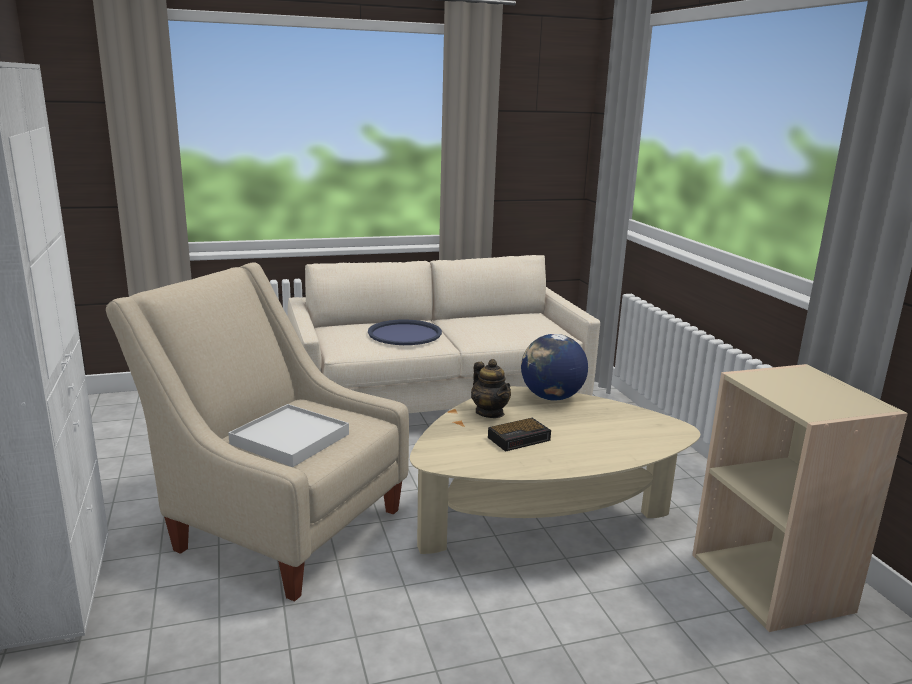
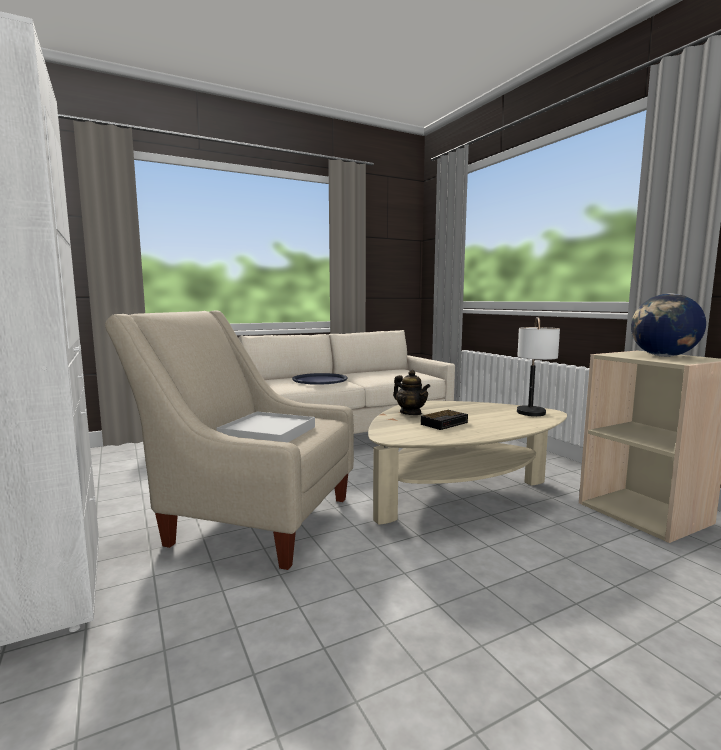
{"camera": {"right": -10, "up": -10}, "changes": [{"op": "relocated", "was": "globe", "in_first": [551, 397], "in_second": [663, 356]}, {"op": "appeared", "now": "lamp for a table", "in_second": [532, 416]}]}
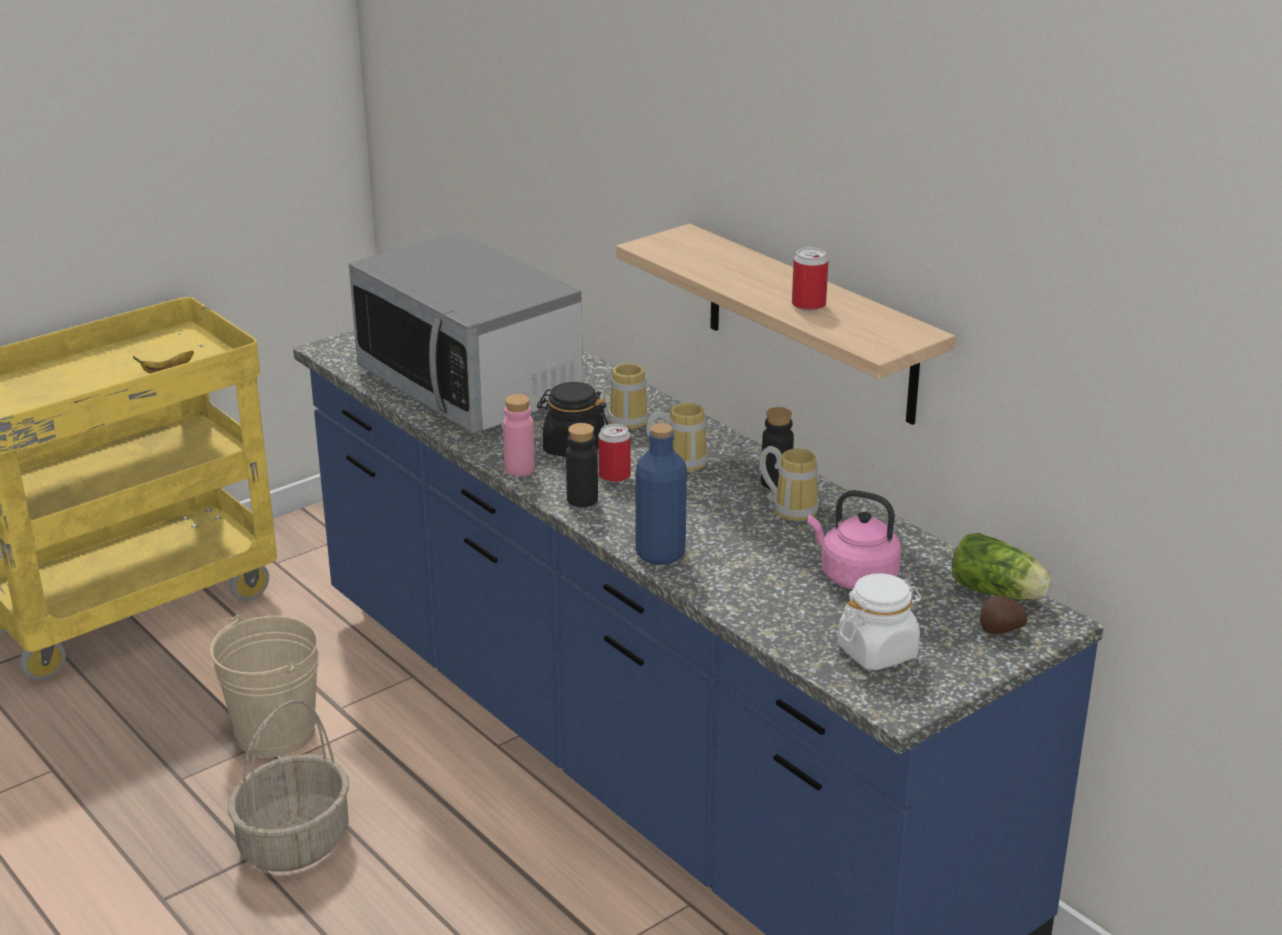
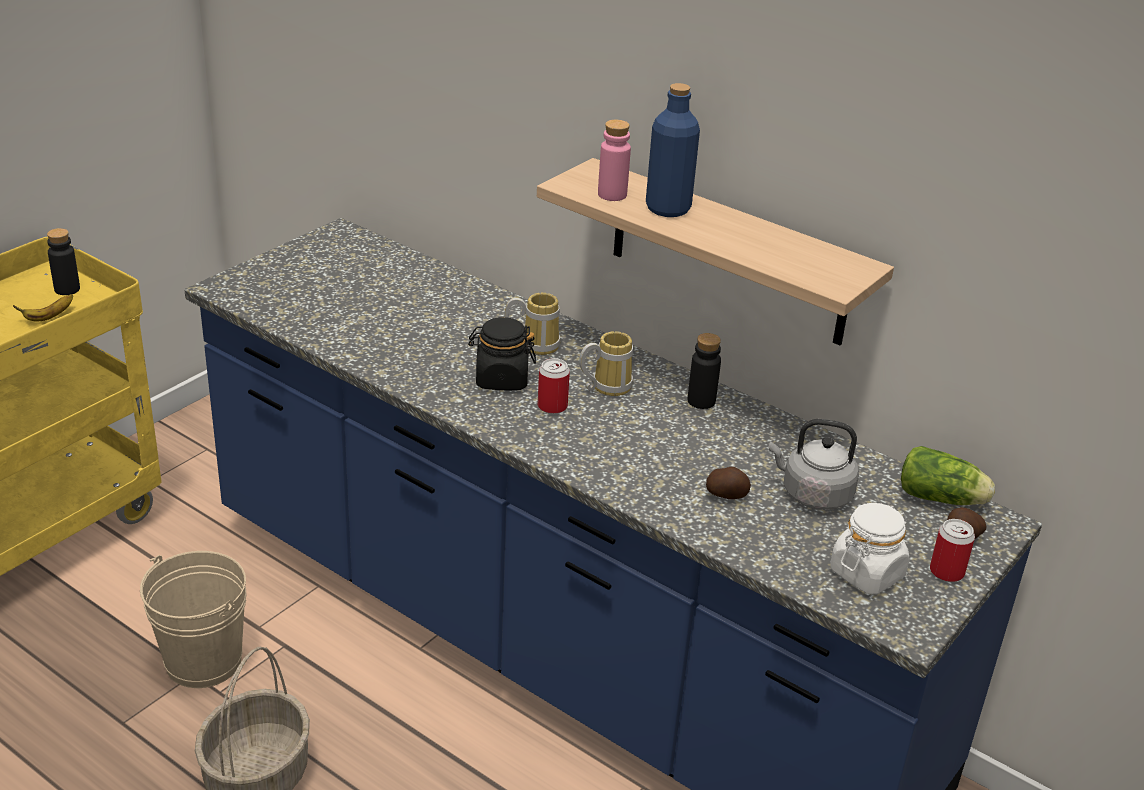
{"camera": {"right": -15, "up": 5}, "changes": [{"op": "missing", "was": "microwave", "in_first": [470, 386]}, {"op": "relocated", "was": "sealed can", "in_first": [808, 305], "in_second": [946, 572]}, {"op": "relocated", "was": "beverage bottle (pinkish)", "in_first": [519, 469], "in_second": [612, 195]}, {"op": "relocated", "was": "beverage bottle (black-coloured)", "in_first": [582, 499], "in_second": [67, 289]}, {"op": "relocated", "was": "beverage bottle (blue)", "in_first": [660, 553], "in_second": [668, 208]}, {"op": "missing", "was": "mug", "in_first": [791, 508]}, {"op": "colour", "was": "kettle (pinkish)", "now": "kettle (greyish)", "in_first": [854, 576], "in_second": [812, 494]}, {"op": "appeared", "now": "potato", "in_second": [726, 495]}]}
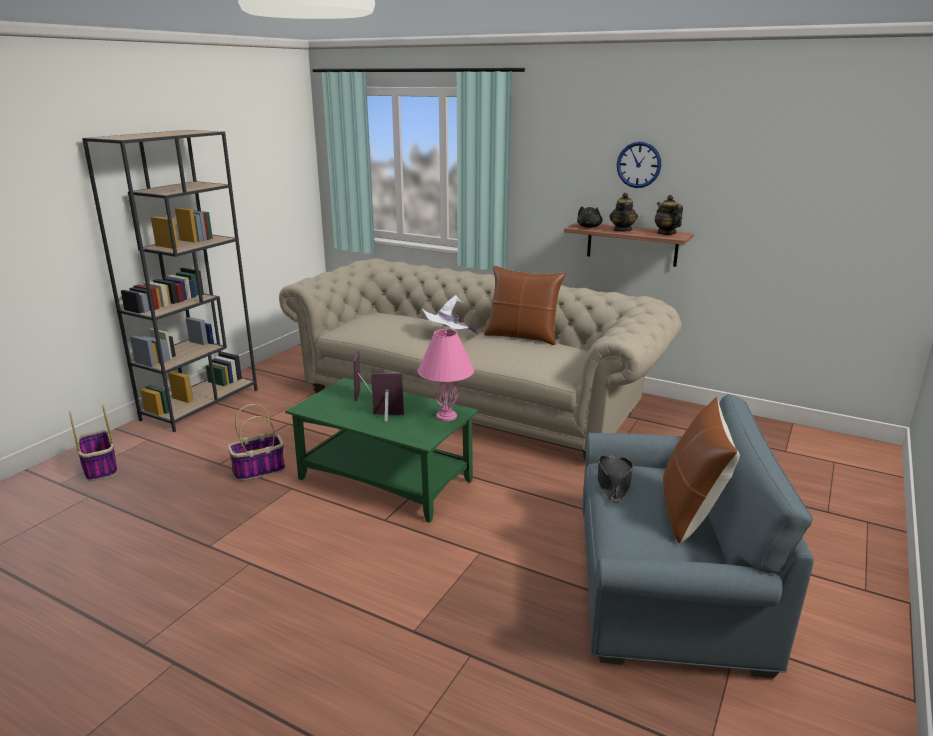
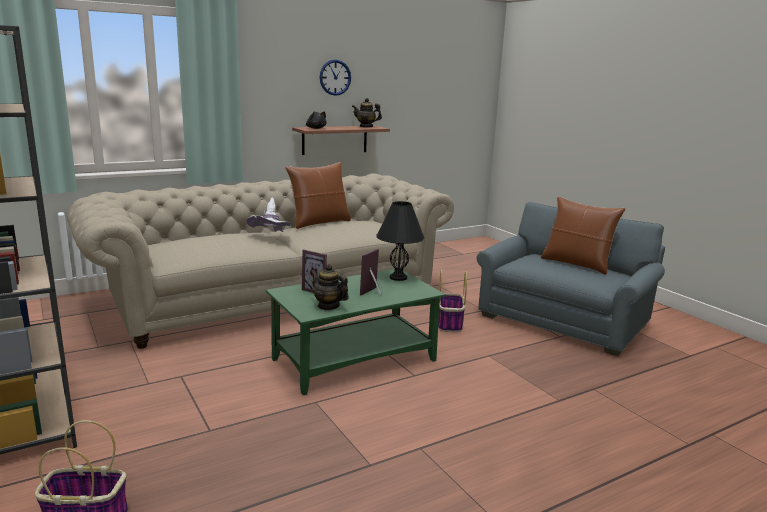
{"camera": {"right": -60, "up": -5}, "changes": [{"op": "relocated", "was": "tea pot", "in_first": [622, 230], "in_second": [328, 306]}, {"op": "colour", "was": "lamp for a table (pinkish)", "now": "lamp for a table (black-coloured)", "in_first": [446, 416], "in_second": [398, 277]}, {"op": "relocated", "was": "basket", "in_first": [258, 470], "in_second": [450, 324]}, {"op": "missing", "was": "hat (black-coloured)", "in_first": [613, 483]}]}
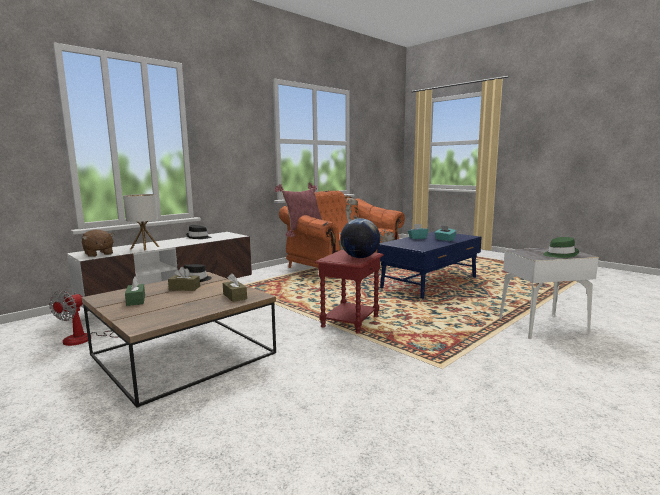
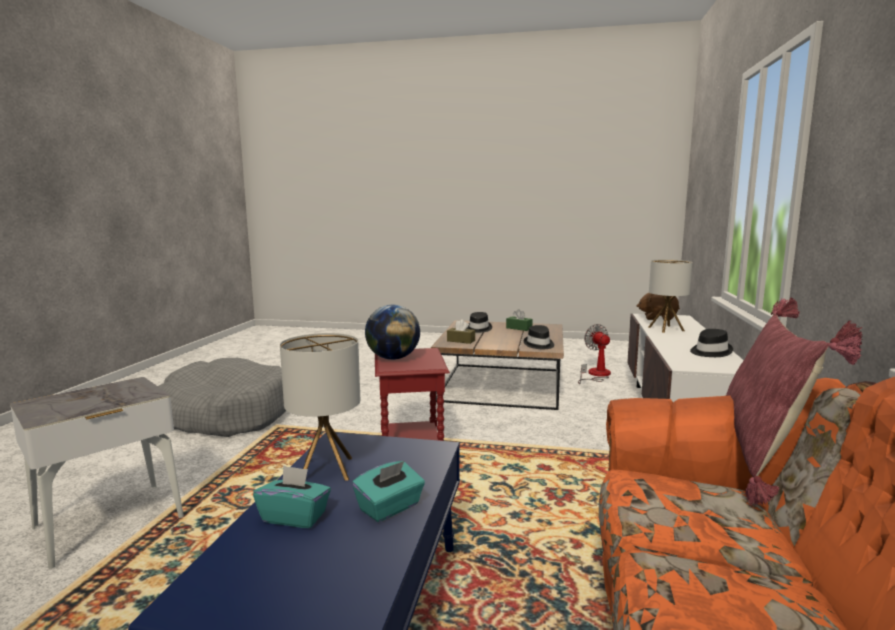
{"camera": {"right": 145, "up": 0}, "changes": [{"op": "missing", "was": "hat (green-coloured)", "in_first": [559, 254]}, {"op": "missing", "was": "tissue box (brown)", "in_first": [184, 288]}, {"op": "appeared", "now": "hat (black-coloured)", "in_second": [478, 329]}, {"op": "appeared", "now": "lamp for a table", "in_second": [325, 470]}, {"op": "appeared", "now": "pet bed (greyish)", "in_second": [226, 414]}]}
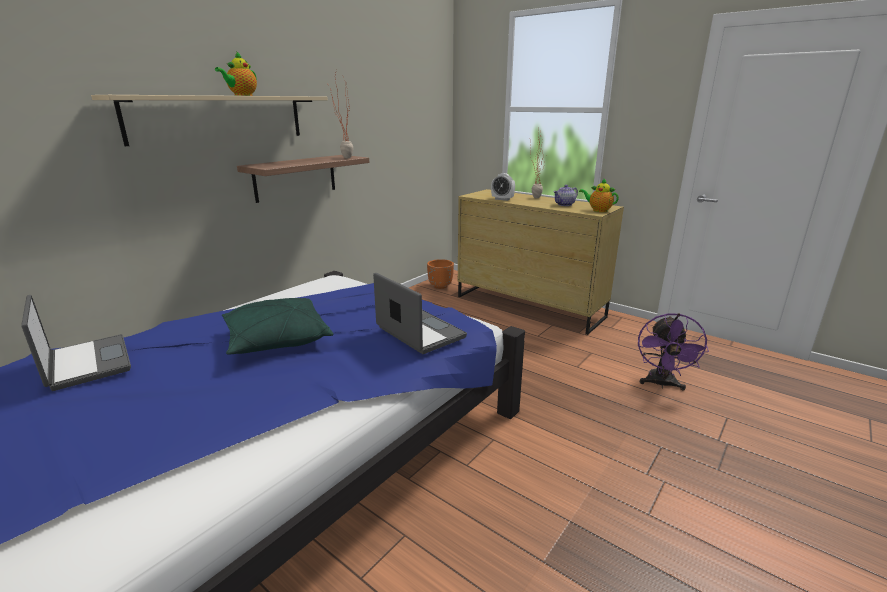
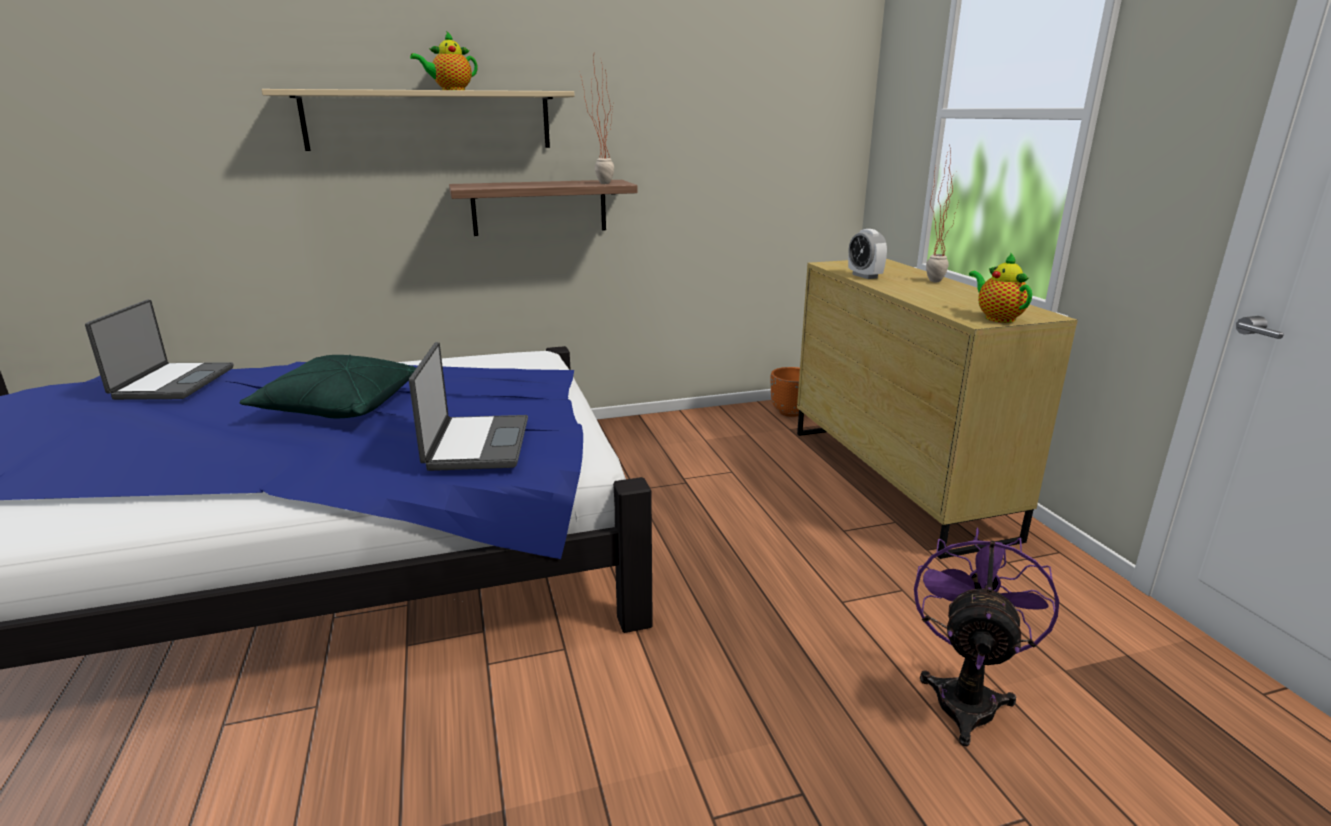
{"camera": {"right": 35, "up": 0}, "changes": [{"op": "missing", "was": "tea pot", "in_first": [564, 204]}, {"op": "spun", "was": "cooling fan (purple-coloured)", "in_first": [661, 384], "in_second": [966, 696], "clockwise": 150}]}
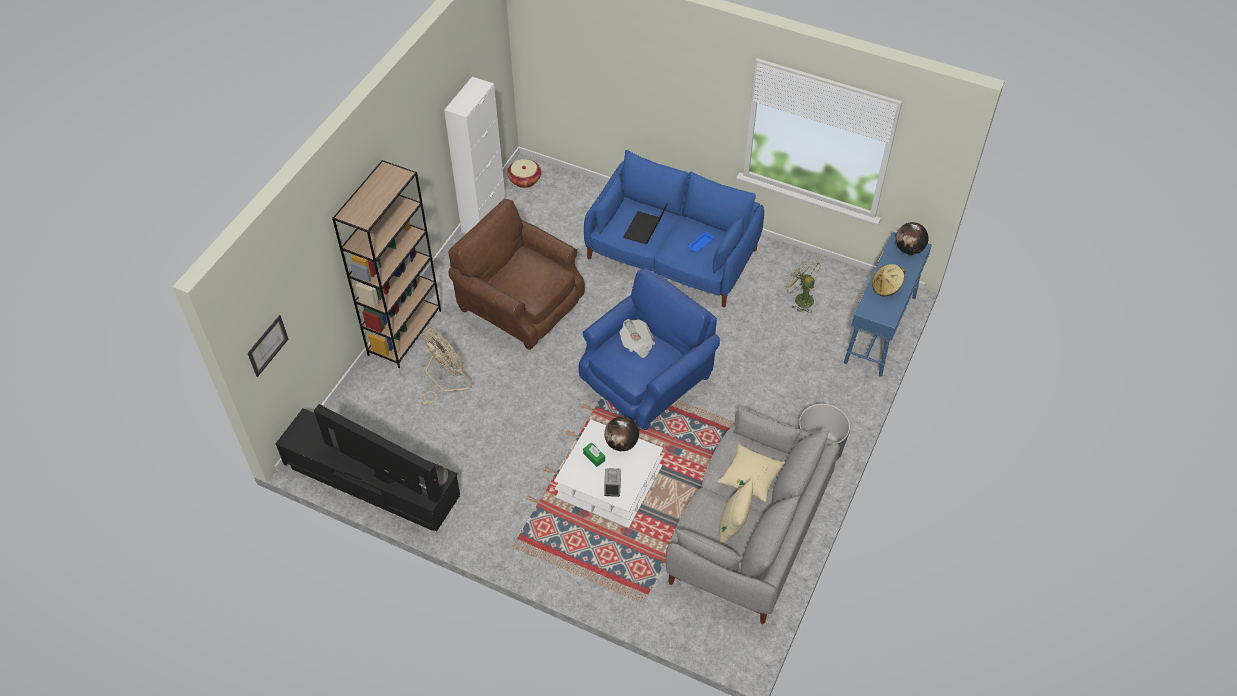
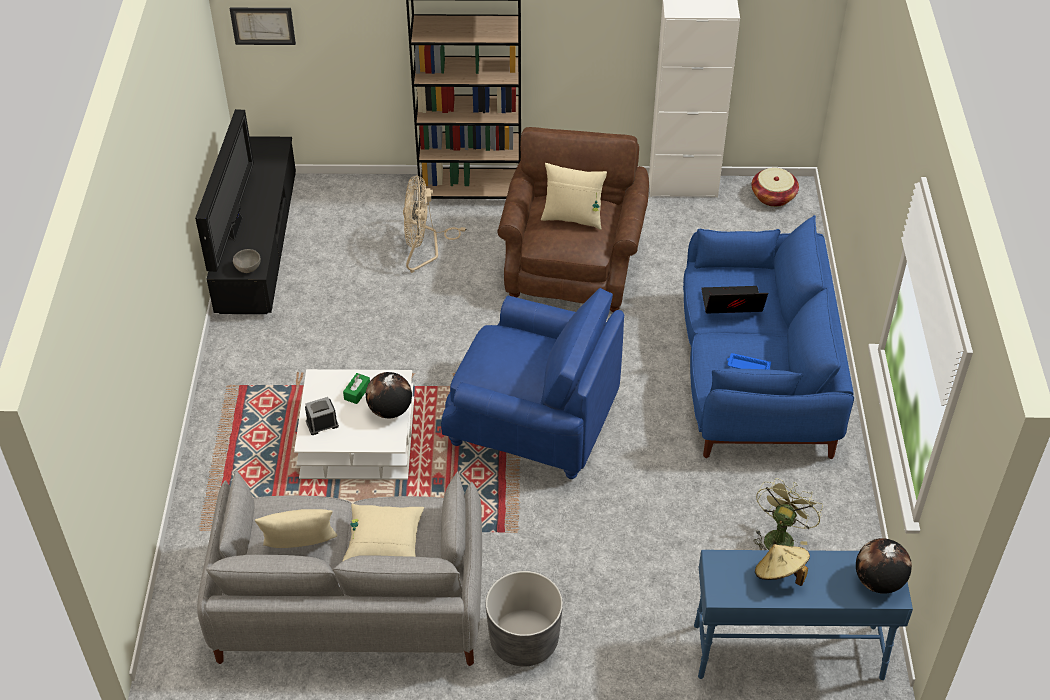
{"camera": {"right": 65, "up": -5}, "changes": [{"op": "missing", "was": "daily paper", "in_first": [637, 344]}, {"op": "spun", "was": "cooling fan (sand-coloured)", "in_first": [442, 379], "in_second": [425, 243], "clockwise": 150}, {"op": "appeared", "now": "pillow (sand-coloured)", "in_second": [572, 219]}]}
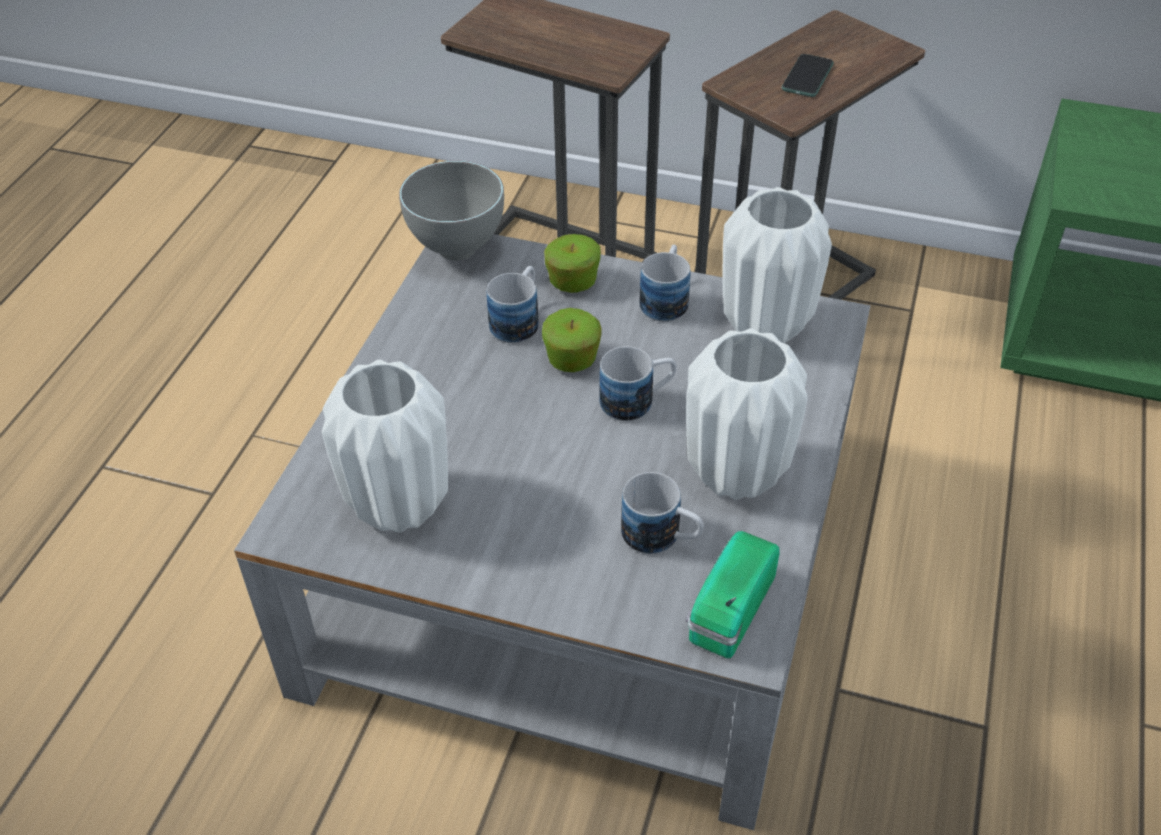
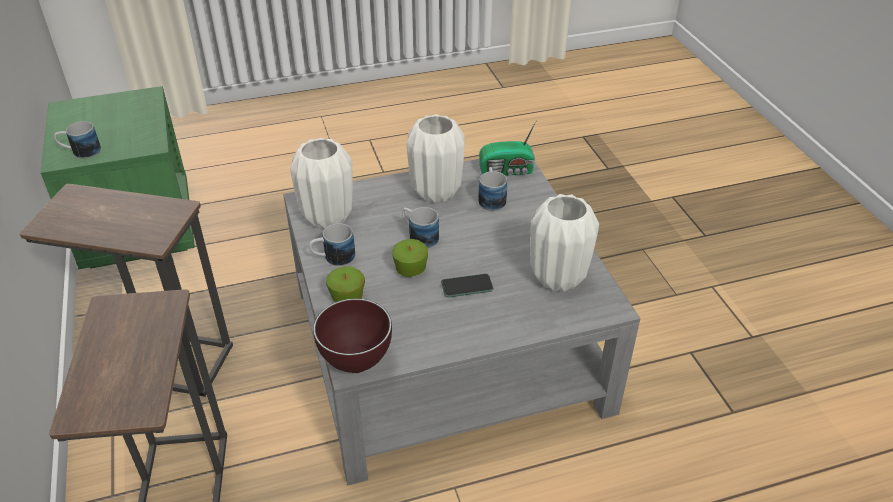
{"camera": {"right": -125, "up": -5}, "changes": [{"op": "relocated", "was": "handset", "in_first": [807, 77], "in_second": [467, 286]}, {"op": "colour", "was": "deep dish (greyish)", "now": "deep dish (brown)", "in_first": [457, 252], "in_second": [358, 362]}, {"op": "relocated", "was": "mug", "in_first": [519, 320], "in_second": [80, 152]}]}
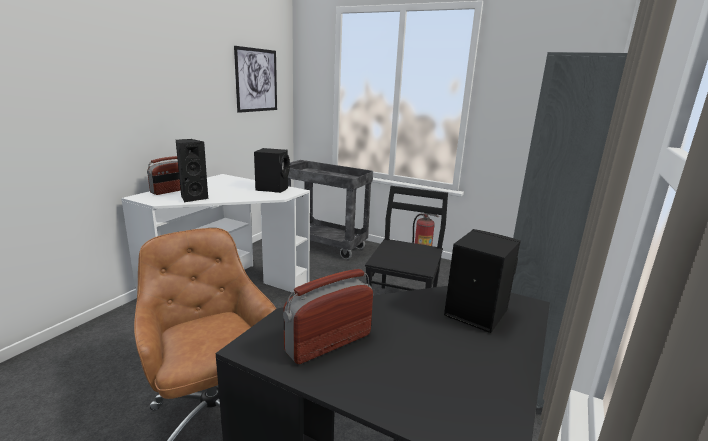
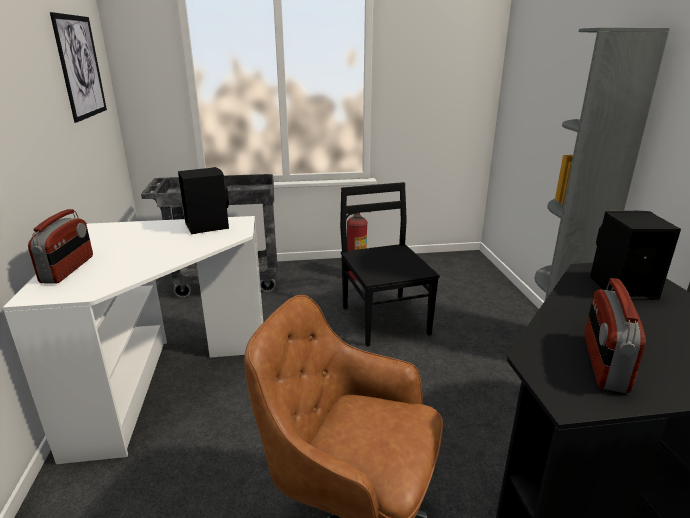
{"camera": {"right": -35, "up": 5}, "changes": [{"op": "missing", "was": "speaker (black-coloured)", "in_first": [193, 198]}]}
